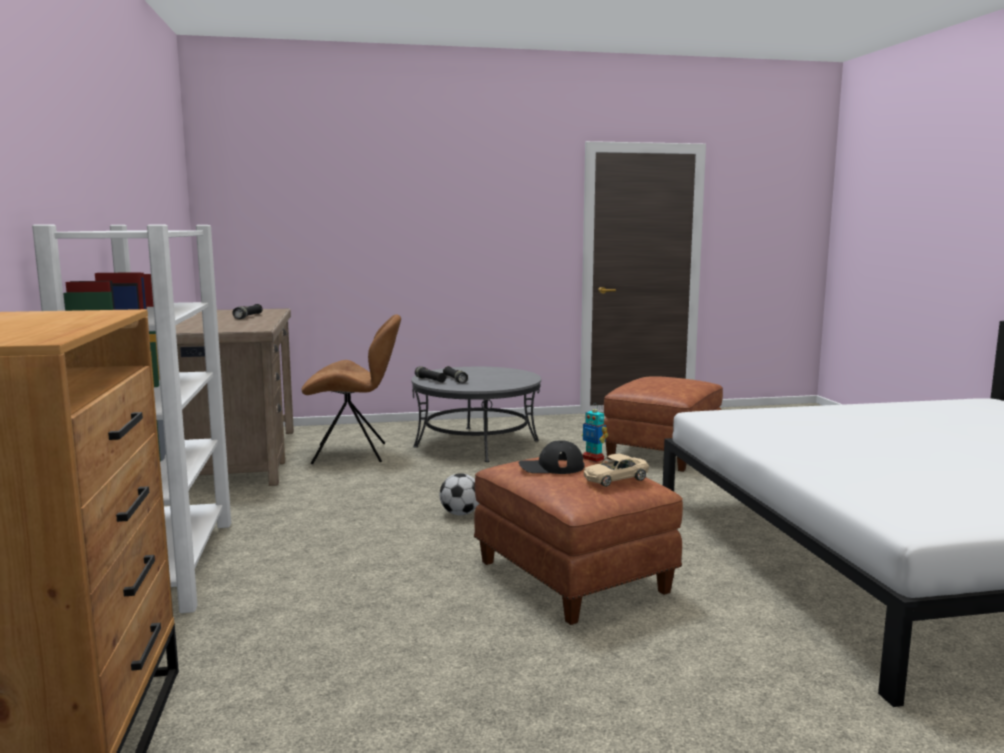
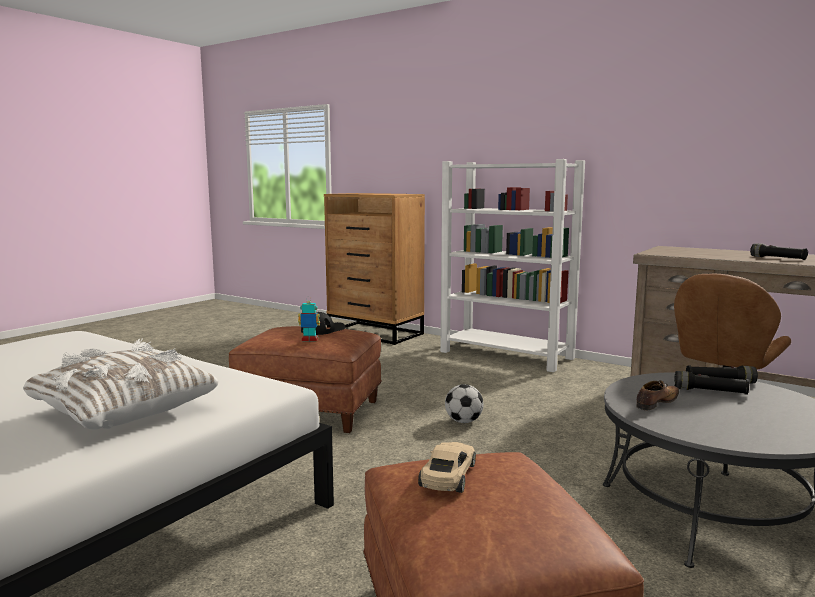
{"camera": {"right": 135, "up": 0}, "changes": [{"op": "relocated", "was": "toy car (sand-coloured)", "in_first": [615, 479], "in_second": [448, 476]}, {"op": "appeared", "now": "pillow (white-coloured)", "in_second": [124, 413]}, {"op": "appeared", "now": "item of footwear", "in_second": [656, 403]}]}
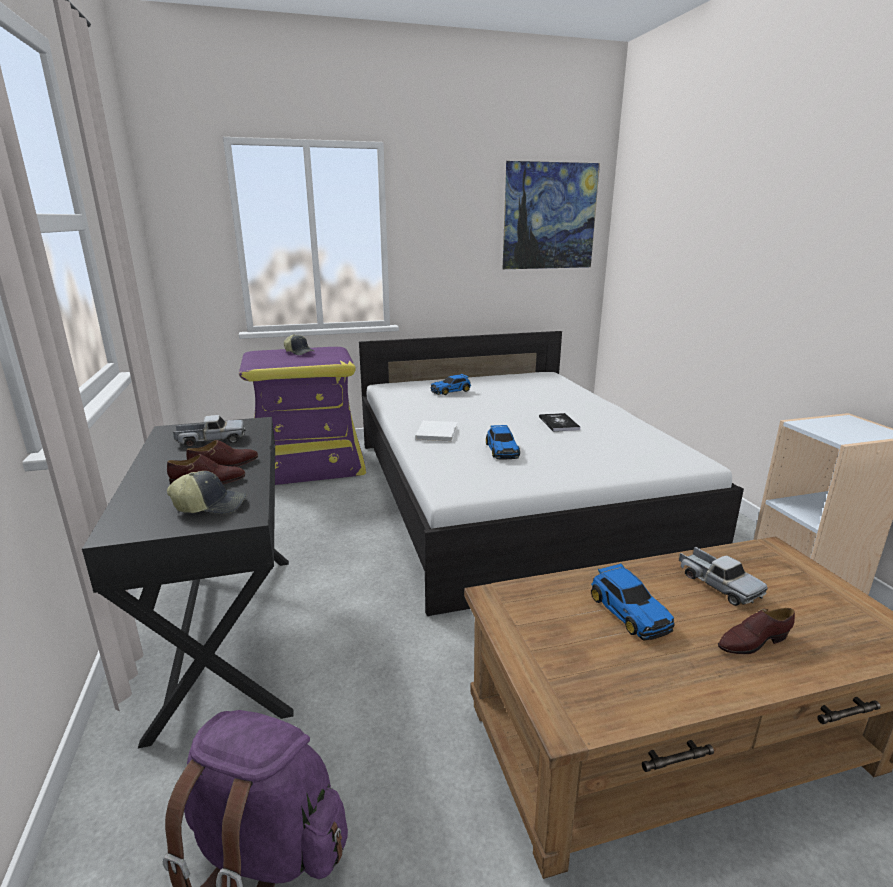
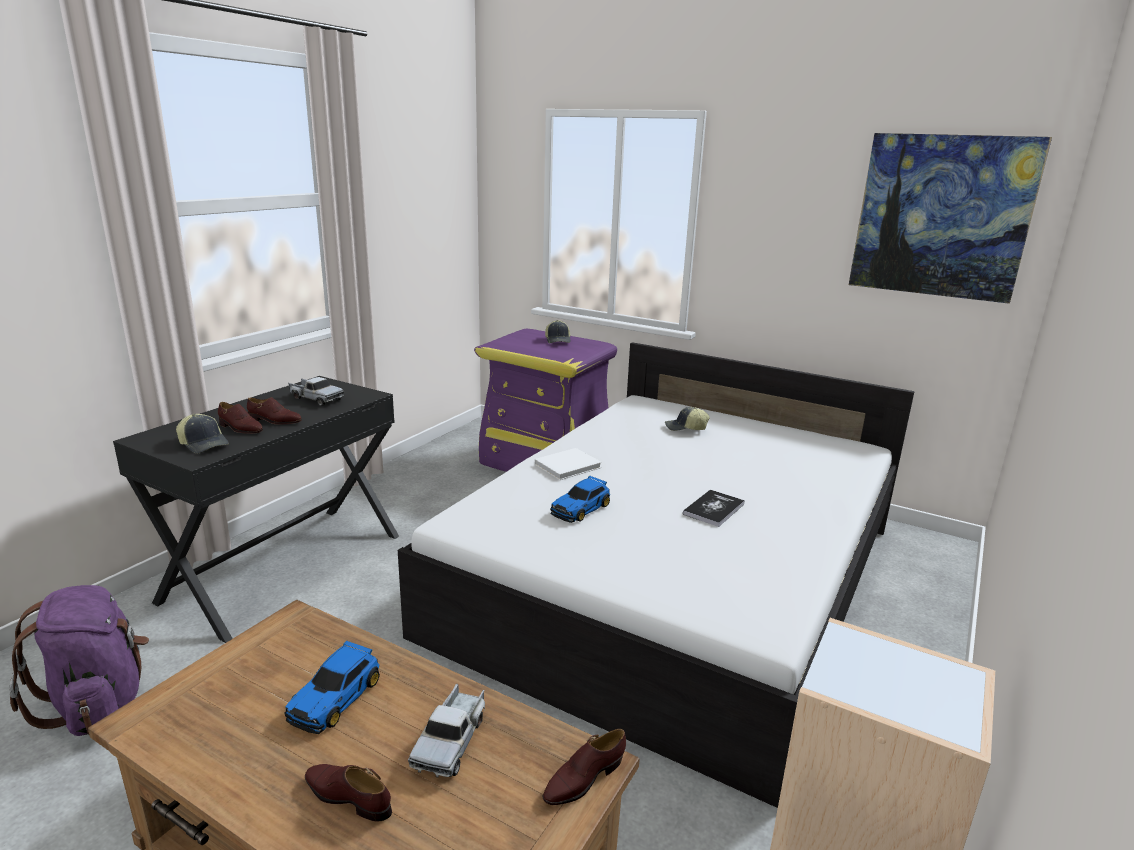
{"camera": {"right": 45, "up": 0}, "changes": [{"op": "exchanged", "was": "toy car", "now": "peaked cap", "in_first": [451, 391], "in_second": [685, 428]}, {"op": "appeared", "now": "item of footwear (brown)", "in_second": [583, 779]}]}
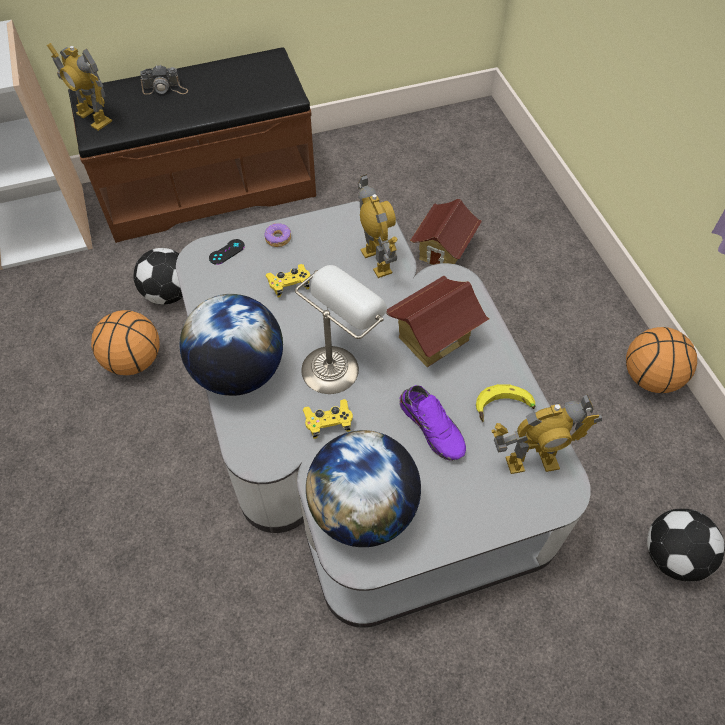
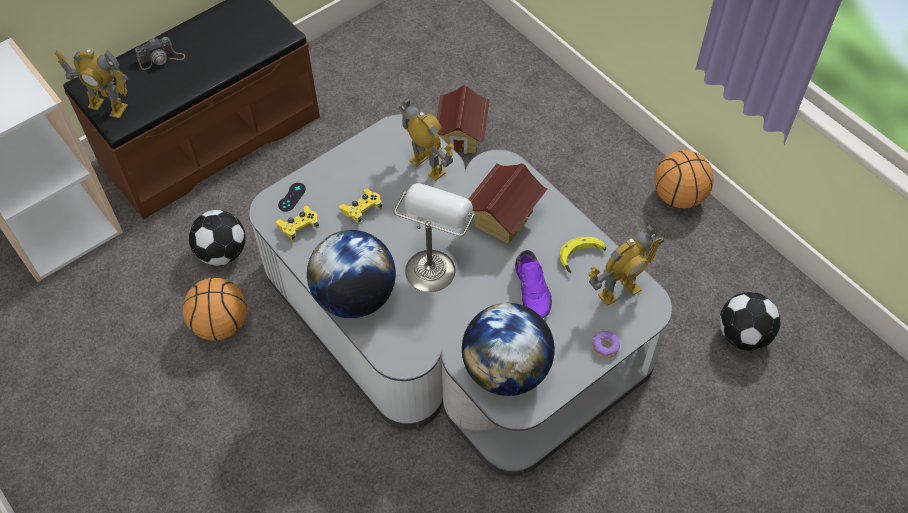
{"camera": {"right": -20, "up": 0}, "changes": [{"op": "relocated", "was": "ring doughnut", "in_first": [278, 239], "in_second": [605, 347]}, {"op": "spun", "was": "item of footwear (purple-coloured)", "in_first": [433, 427], "in_second": [533, 289], "clockwise": 45}, {"op": "relocated", "was": "game controller (yellow)", "in_first": [328, 423], "in_second": [299, 227]}]}
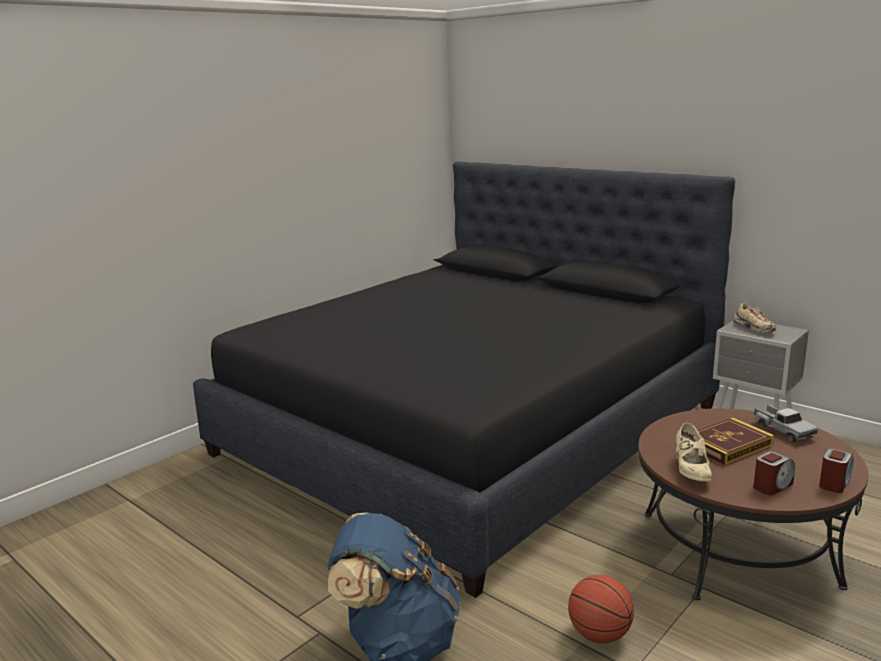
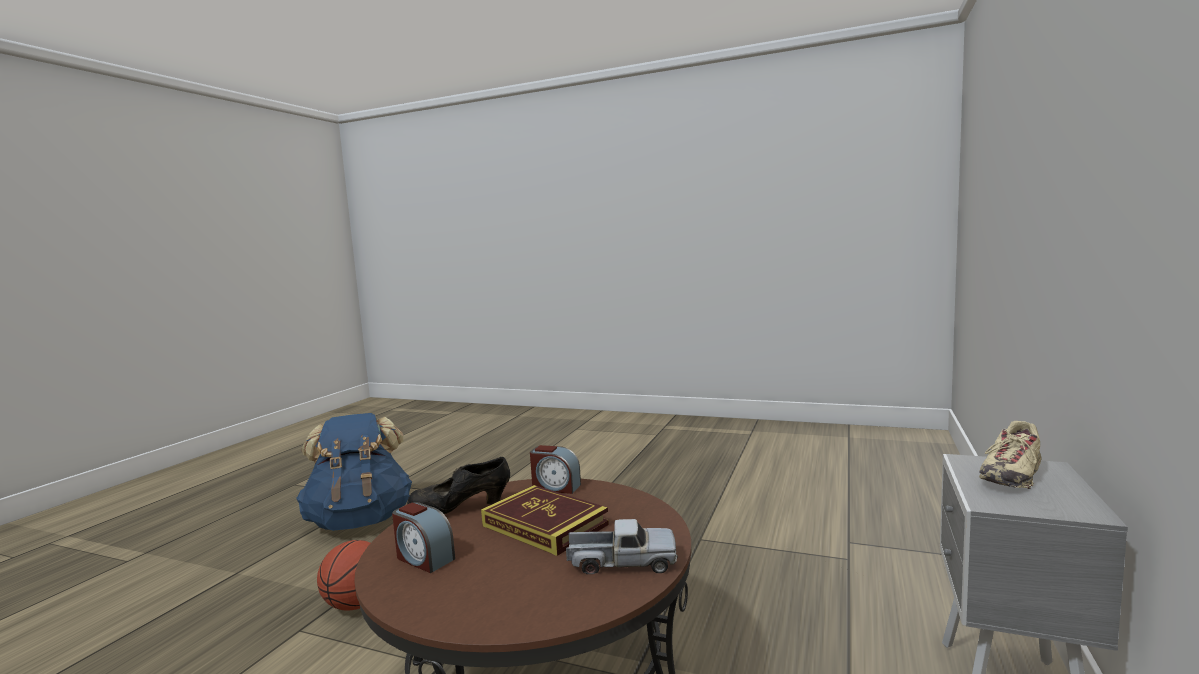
{"camera": {"right": 70, "up": -10}, "changes": [{"op": "missing", "was": "sleeping bed (black-coloured)", "in_first": [470, 429]}, {"op": "spun", "was": "toy lorry", "in_first": [783, 430], "in_second": [622, 562], "clockwise": -135}, {"op": "colour", "was": "item of footwear (sand-coloured)", "now": "item of footwear (black-coloured)", "in_first": [691, 471], "in_second": [461, 509]}, {"op": "relocated", "was": "table clock", "in_first": [834, 483], "in_second": [555, 487]}]}
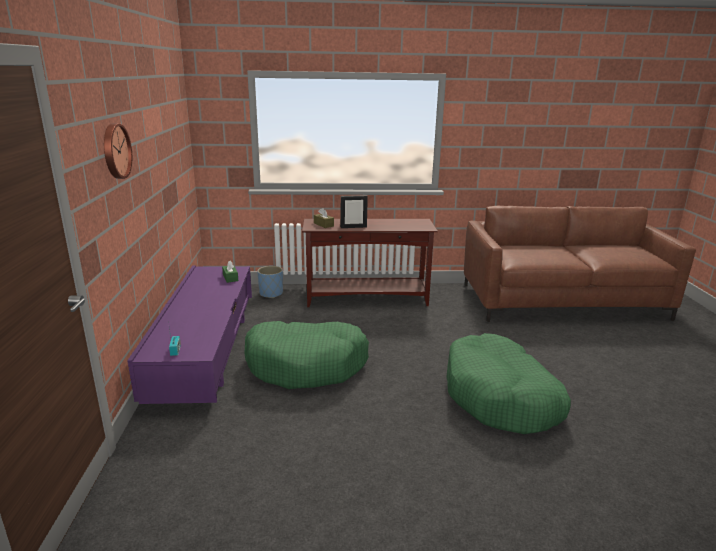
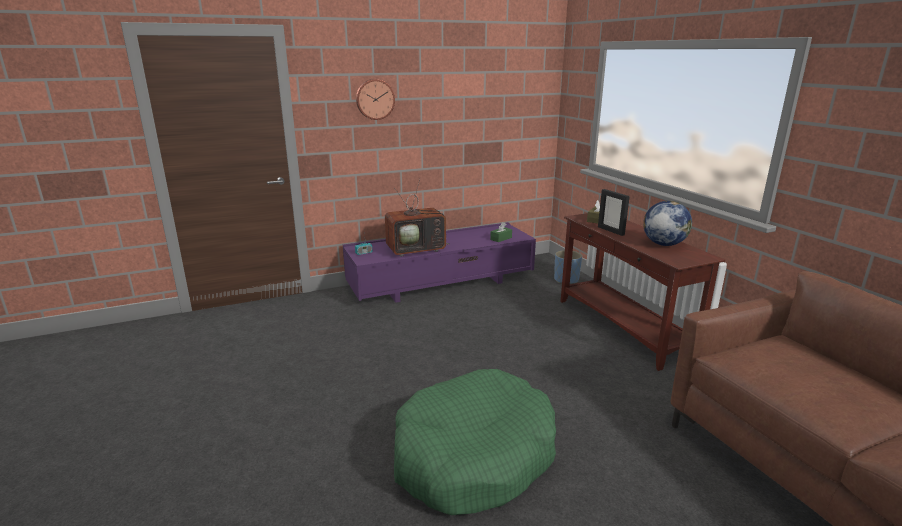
{"camera": {"right": 70, "up": 0}, "changes": [{"op": "missing", "was": "pet bed (green-coloured)", "in_first": [307, 365]}, {"op": "appeared", "now": "TV set", "in_second": [417, 249]}, {"op": "appeared", "now": "globe", "in_second": [663, 244]}]}
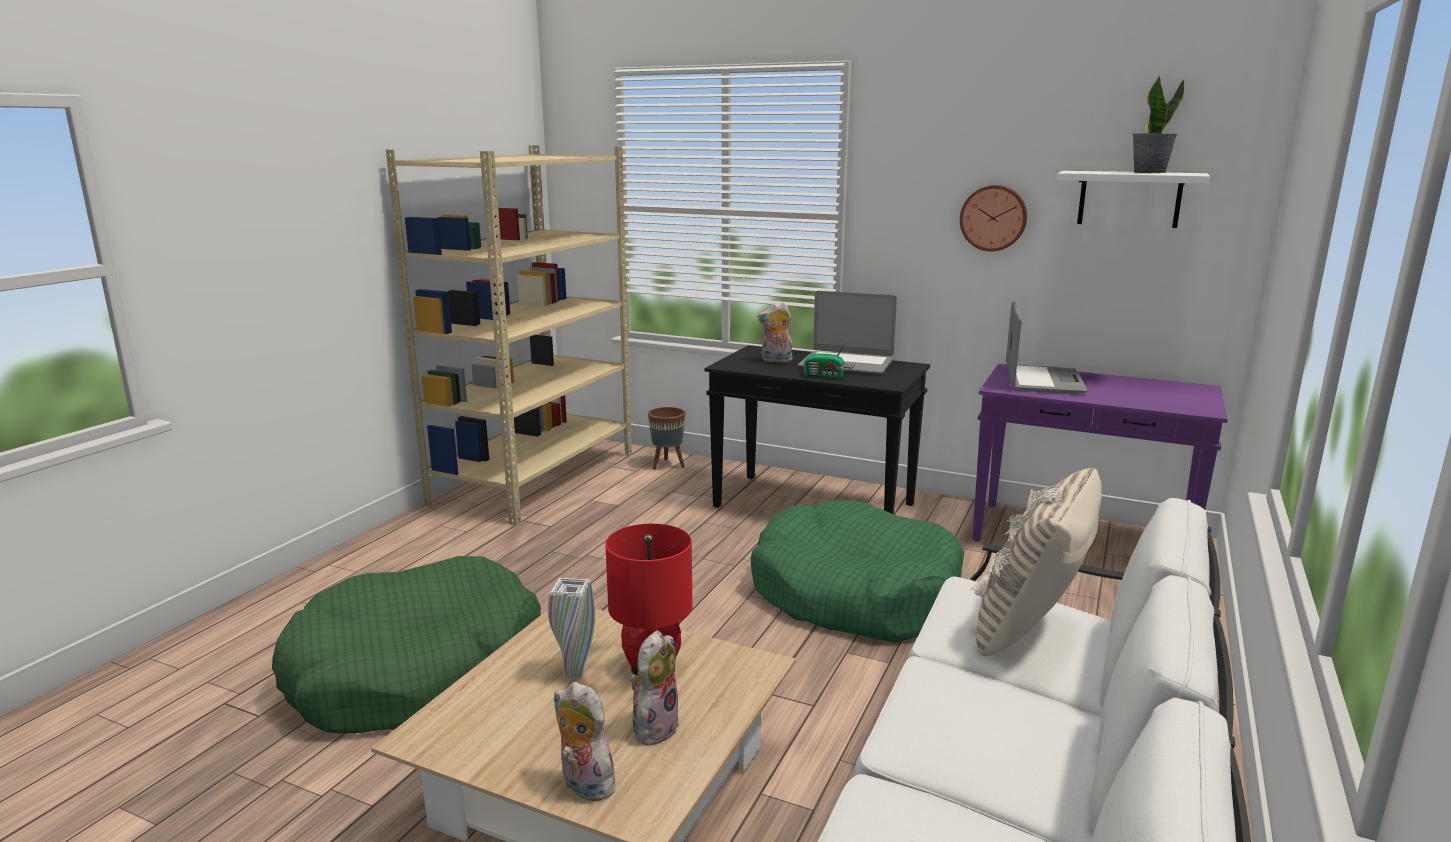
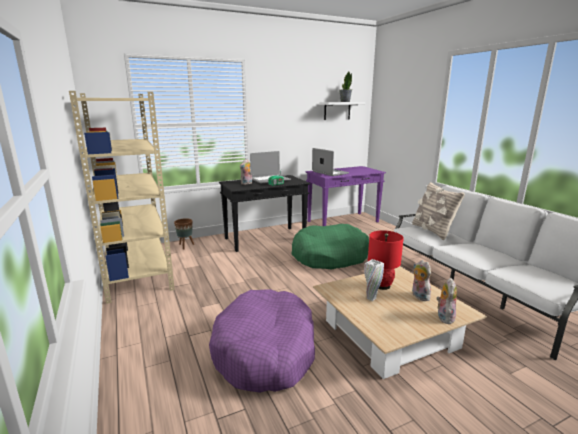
{"camera": {"right": -50, "up": 0}, "changes": [{"op": "missing", "was": "clock on the wall", "in_first": [993, 218]}, {"op": "colour", "was": "pet bed (green-coloured)", "now": "pet bed (purple-coloured)", "in_first": [416, 671], "in_second": [265, 351]}, {"op": "spun", "was": "plush toy", "in_first": [583, 786], "in_second": [444, 317], "clockwise": 120}]}
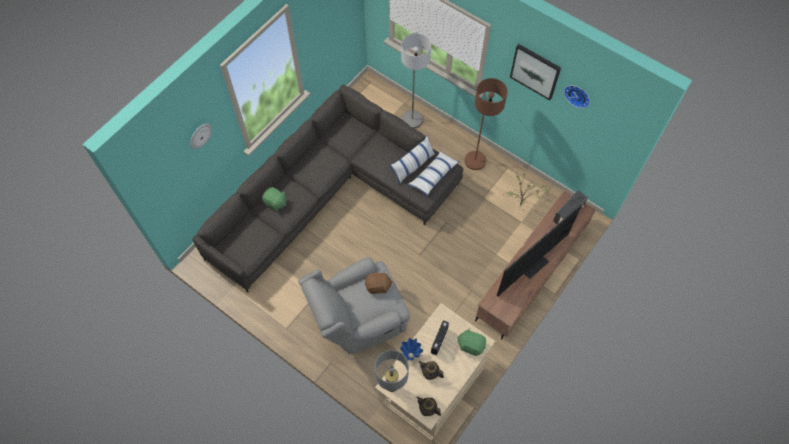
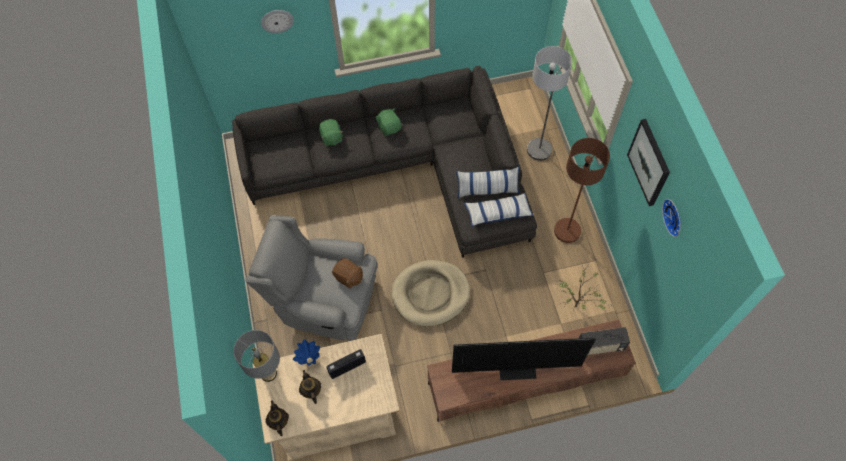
{"camera": {"right": 40, "up": 0}, "changes": [{"op": "relocated", "was": "plush toy (green-coloured)", "in_first": [471, 345], "in_second": [389, 127]}, {"op": "appeared", "now": "pet bed (sand-coloured)", "in_second": [430, 294]}]}
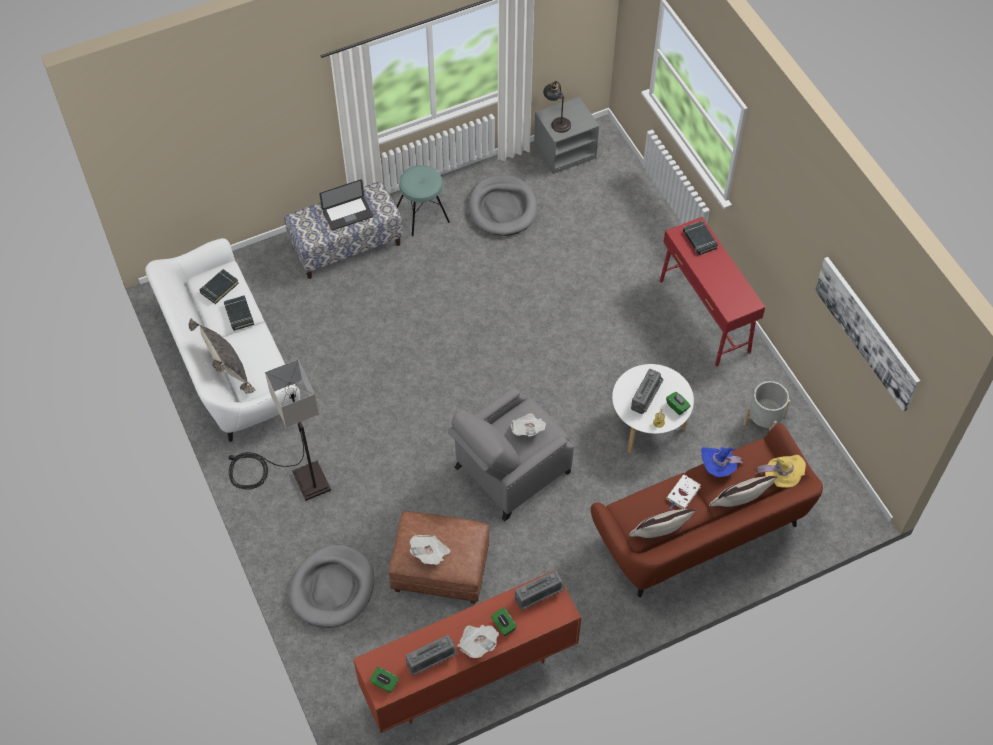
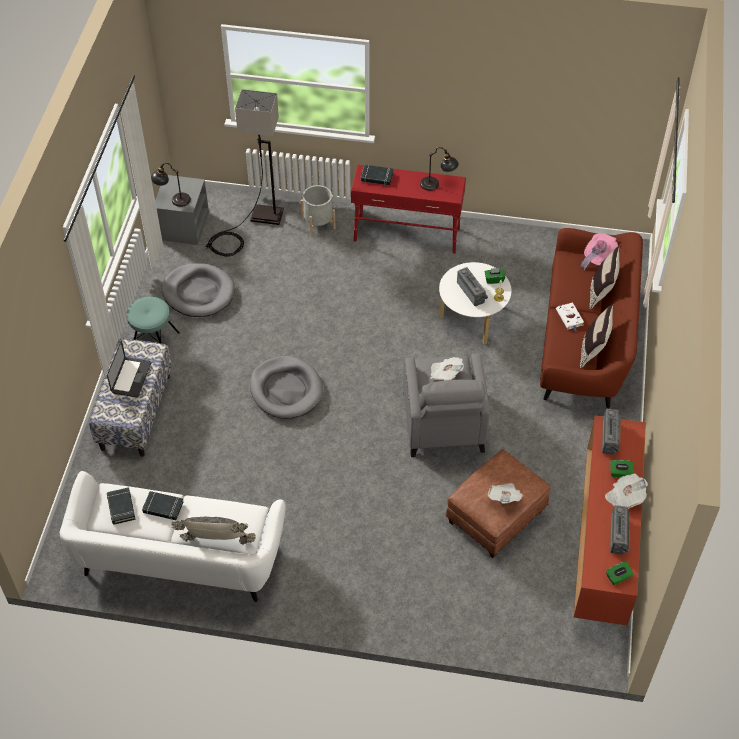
{"camera": {"right": -55, "up": -5}, "changes": [{"op": "missing", "was": "picture", "in_first": [867, 332]}, {"op": "relocated", "was": "standard lamp", "in_first": [277, 475], "in_second": [244, 231]}, {"op": "relocated", "was": "plant pot (greyish)", "in_first": [764, 420], "in_second": [318, 223]}, {"op": "missing", "was": "hat (blue)", "in_first": [718, 467]}, {"op": "colour", "was": "hat (yellow)", "now": "hat (pinkish)", "in_first": [781, 477], "in_second": [597, 258]}, {"op": "relocated", "was": "pet bed (greyish)", "in_first": [332, 588], "in_second": [286, 389]}, {"op": "appeared", "now": "lamp for a table (greyish)", "in_second": [438, 184]}]}
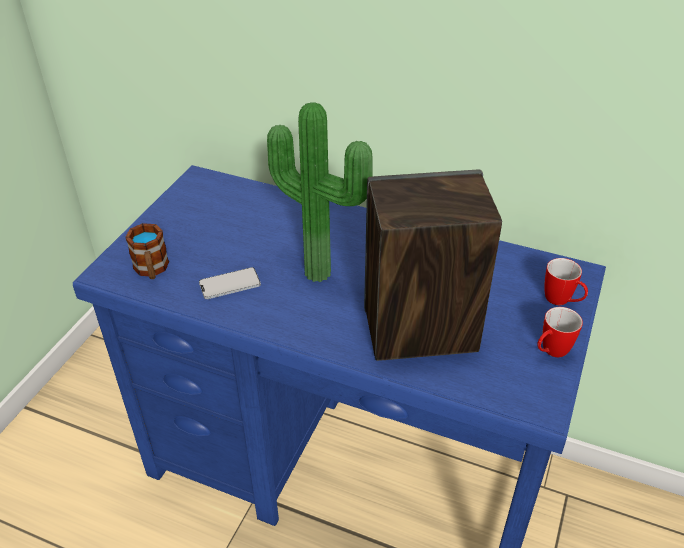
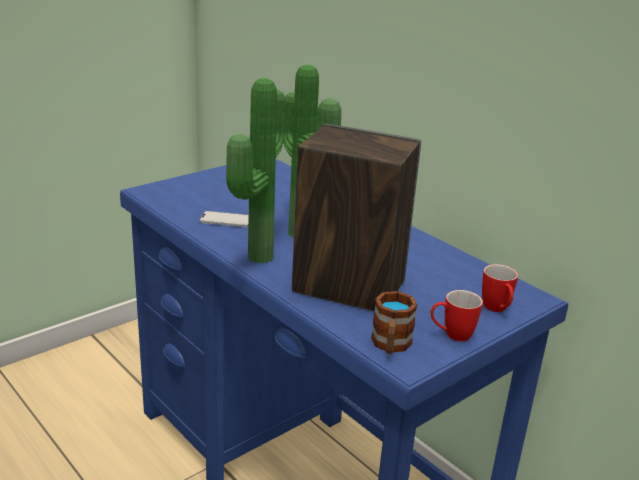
{"camera": {"right": 25, "up": -15}, "changes": [{"op": "relocated", "was": "mug", "in_first": [152, 270], "in_second": [390, 346]}, {"op": "appeared", "now": "houseplant", "in_second": [255, 256]}]}
